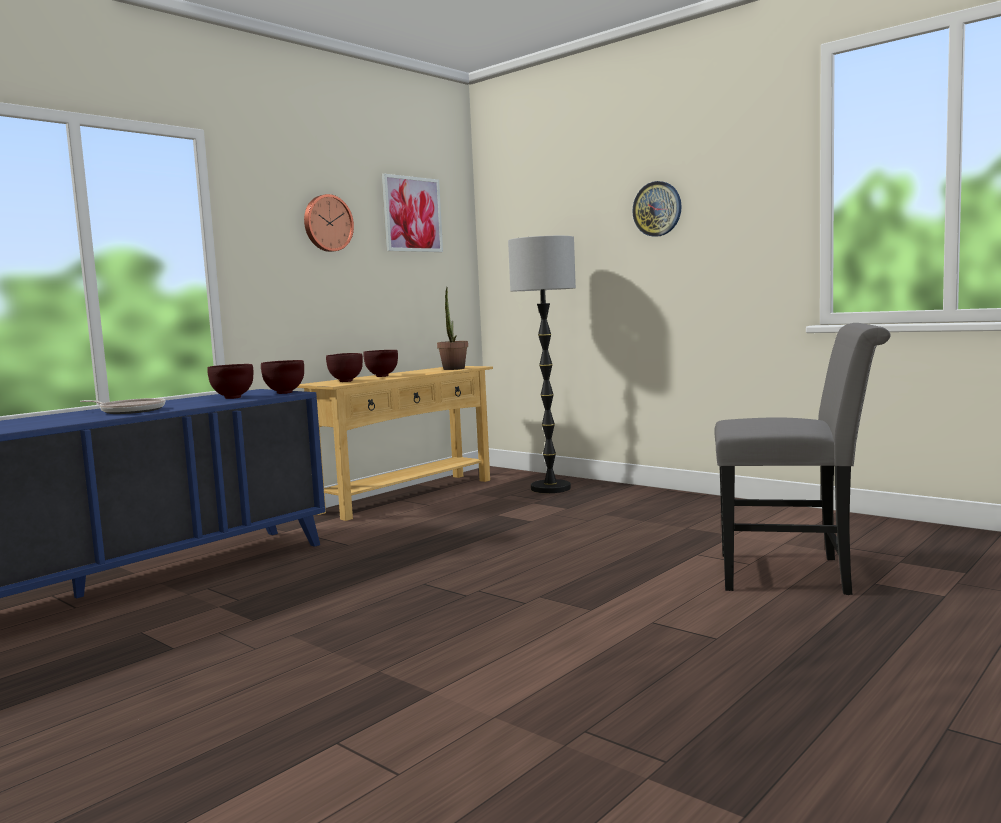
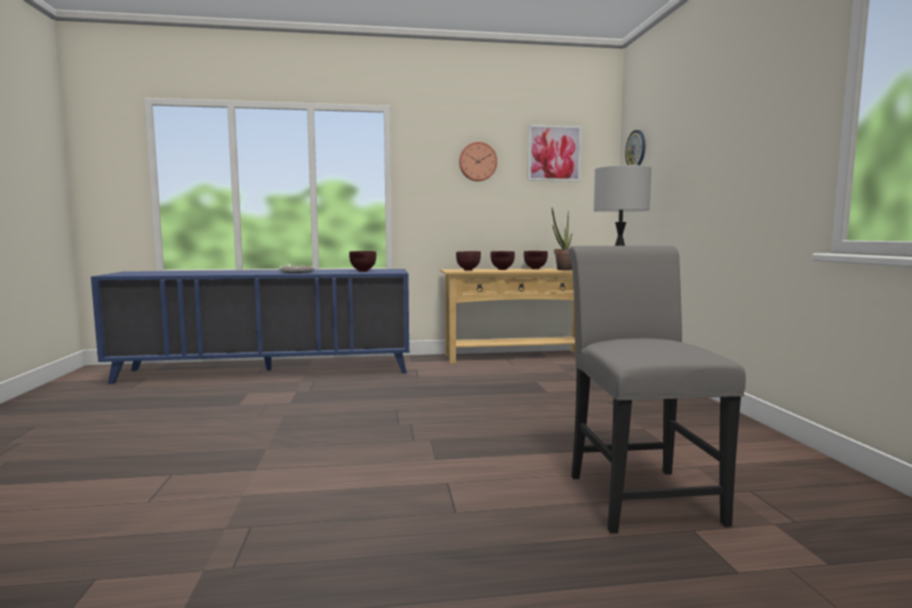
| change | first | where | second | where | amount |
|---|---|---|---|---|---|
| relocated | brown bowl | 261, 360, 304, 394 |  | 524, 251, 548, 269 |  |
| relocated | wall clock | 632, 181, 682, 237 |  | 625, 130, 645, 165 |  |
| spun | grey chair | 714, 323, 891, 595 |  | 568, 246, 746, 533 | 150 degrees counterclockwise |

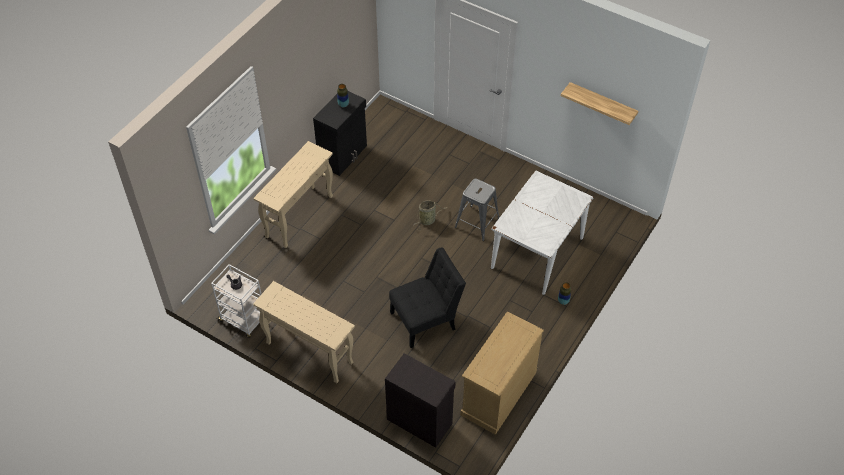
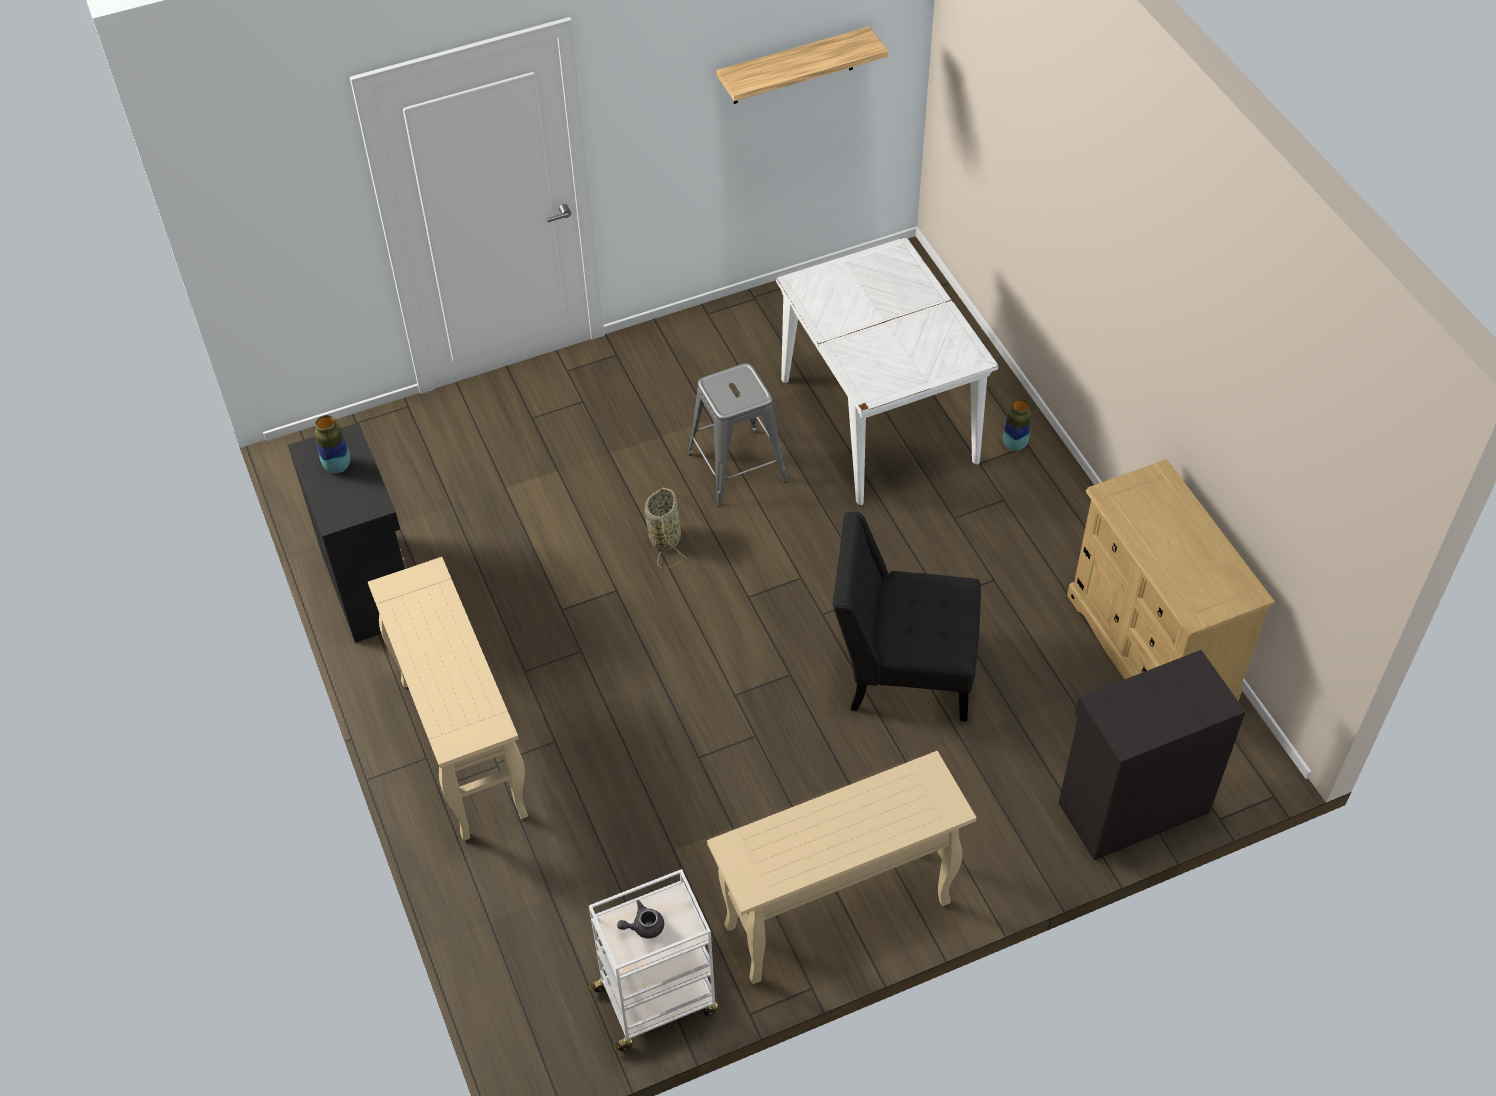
| change | first | where | second | where | amount |
|---|---|---|---|---|---|
| spun | black chair | 389, 247, 466, 348 |  | 833, 512, 981, 722 | 90 degrees counterclockwise |

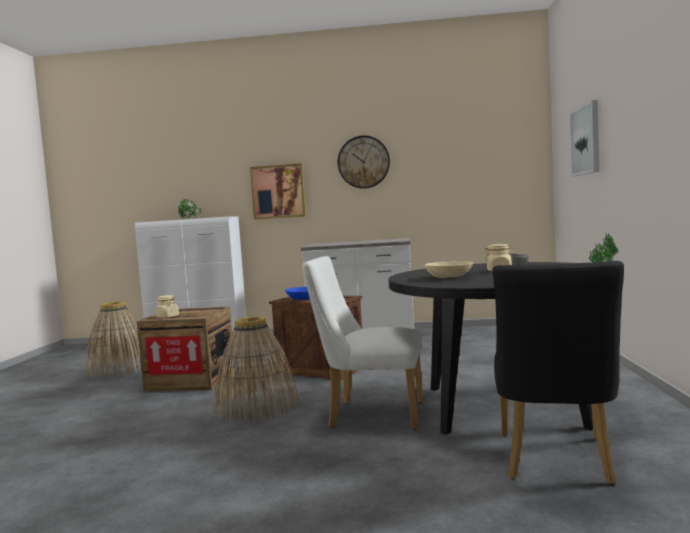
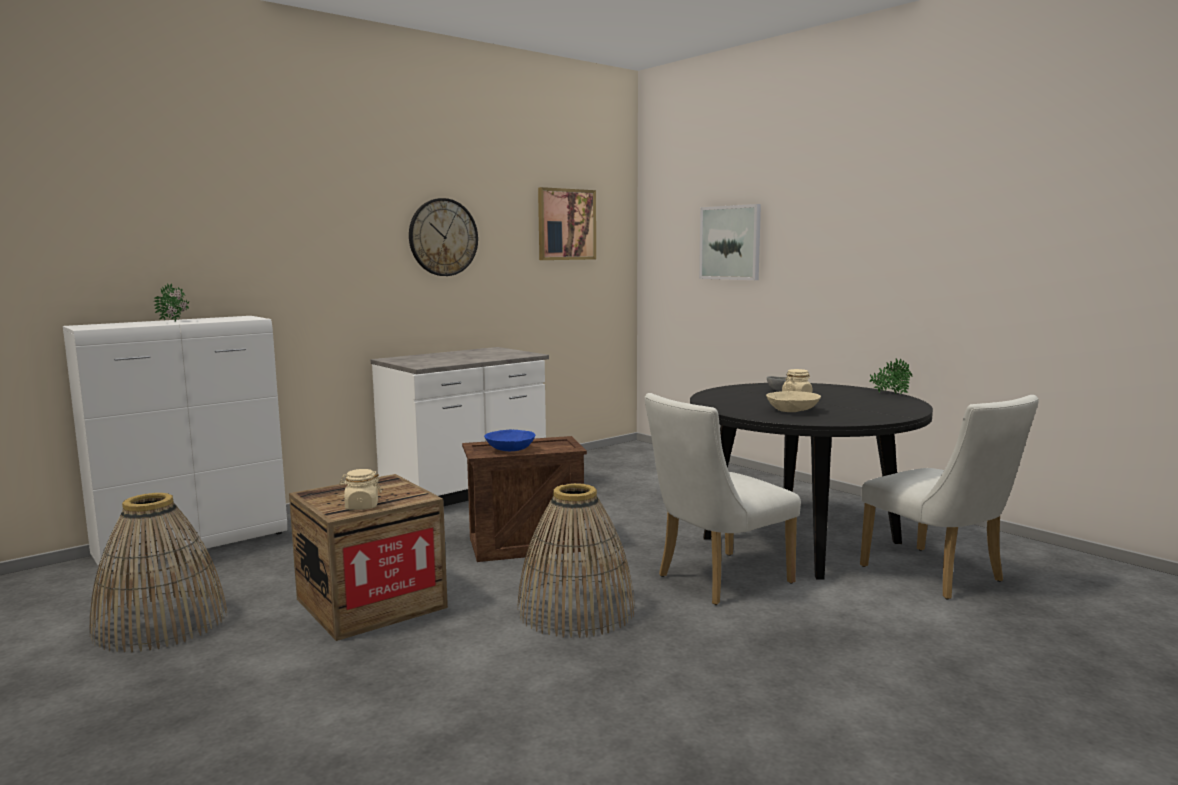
| change | first | where | second | where | amount |
|---|---|---|---|---|---|
| relocated | picture | 250, 163, 306, 220 |  | 538, 187, 596, 260 |  |
| colour | black chair | 492, 261, 624, 485 | white chair | 860, 395, 1039, 600 |  |

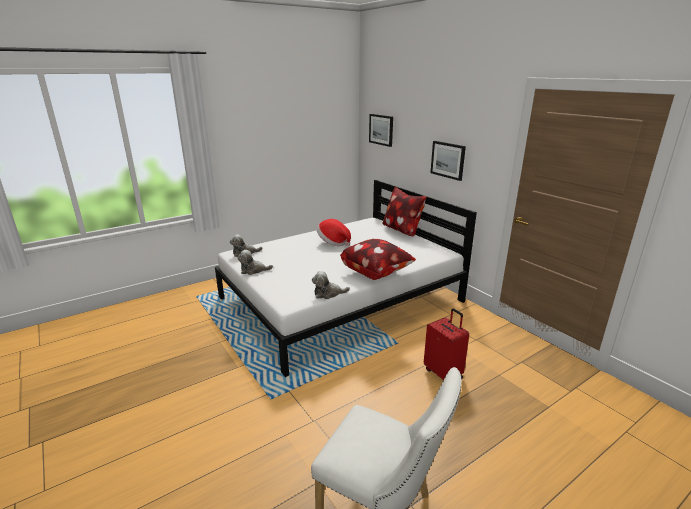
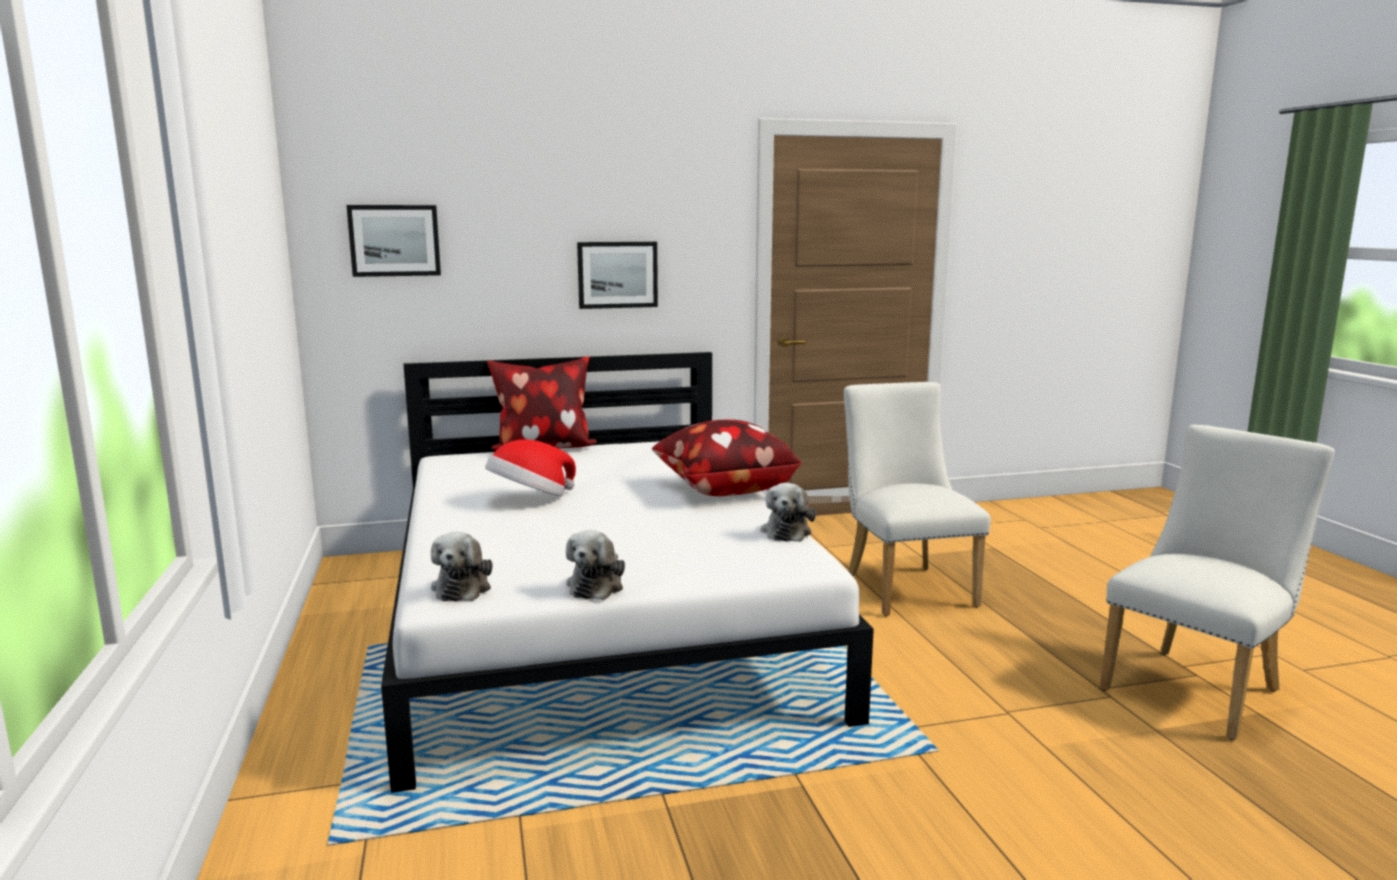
| change | first | where | second | where | amount |
|---|---|---|---|---|---|
| exchanged | red suitcase | 424, 308, 469, 380 | white chair | 844, 382, 991, 616 |  |

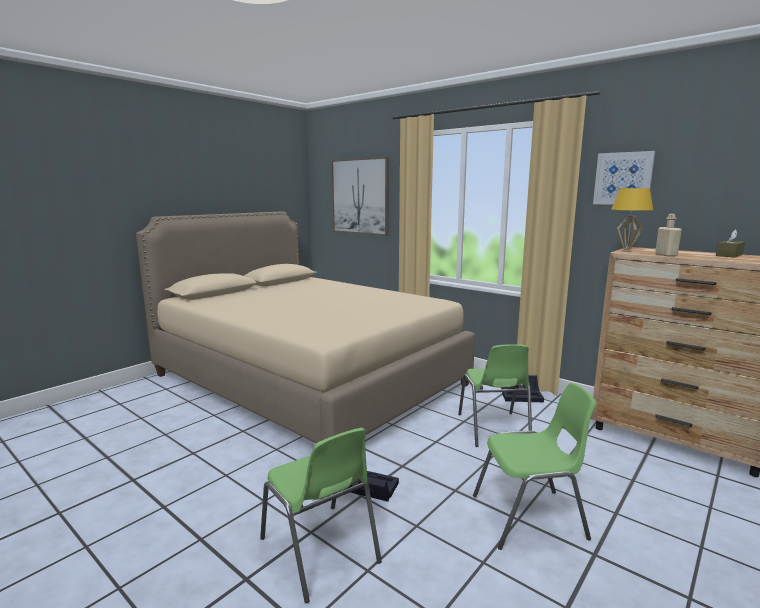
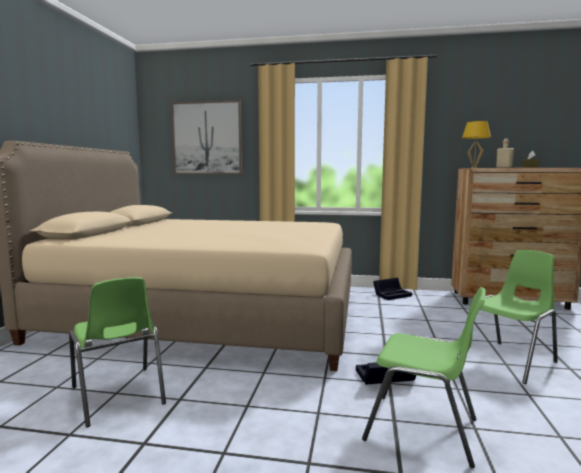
| change | first | where | second | where | amount |
|---|---|---|---|---|---|
| missing | picture | 593, 151, 655, 205 |  |  |  |
| relocated | green chair | 458, 344, 532, 447 |  | 69, 277, 166, 427 |  |

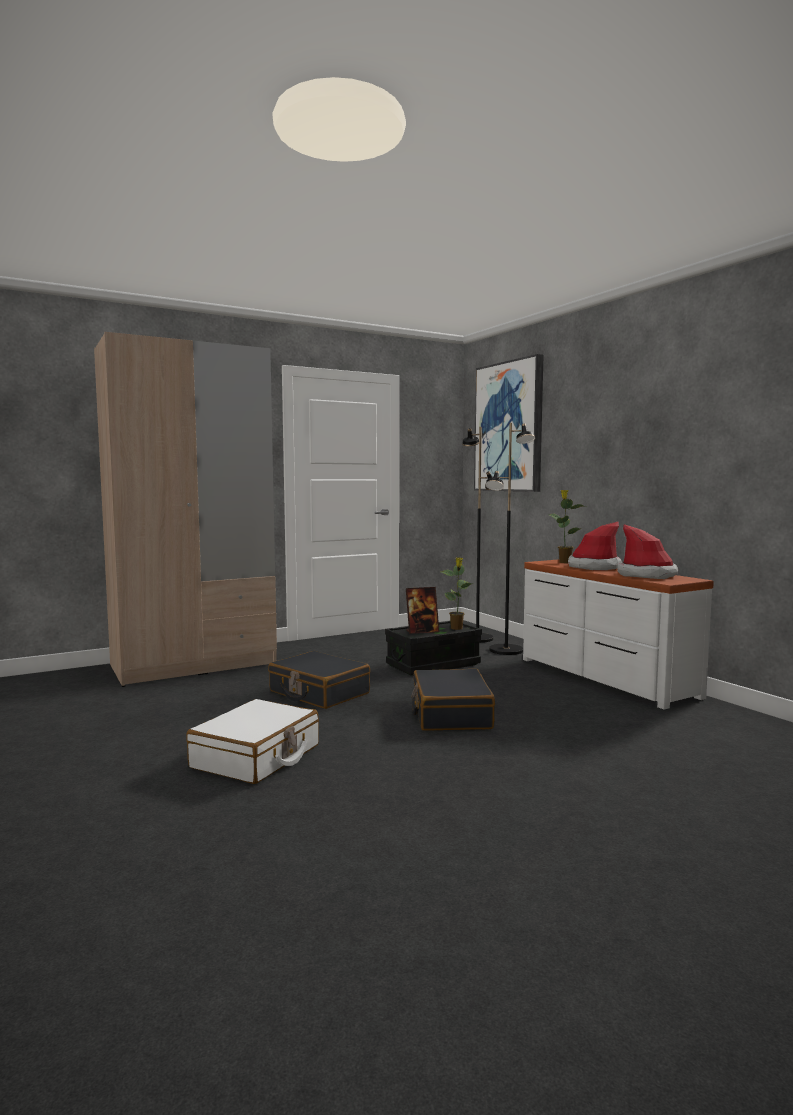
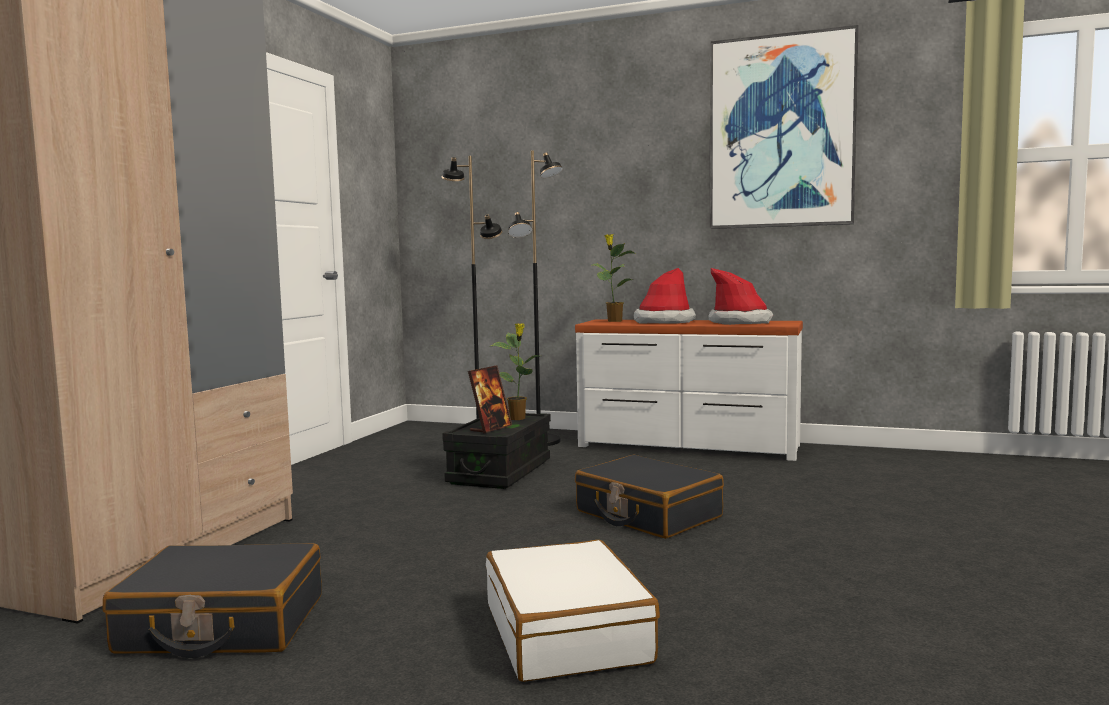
| change | first | where | second | where | amount |
|---|---|---|---|---|---|
| relocated | black suitcase | 268, 651, 370, 709 |  | 103, 543, 322, 658 |  |
| relocated | picture | 474, 354, 544, 492 |  | 710, 25, 859, 229 |  |

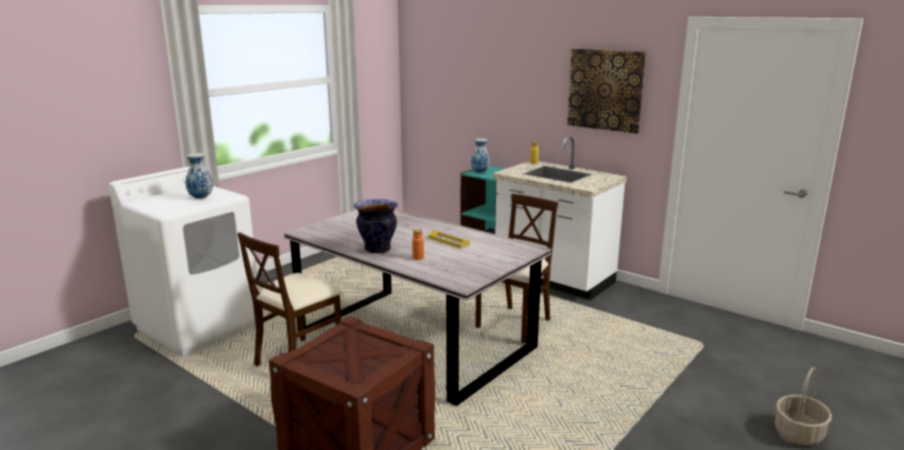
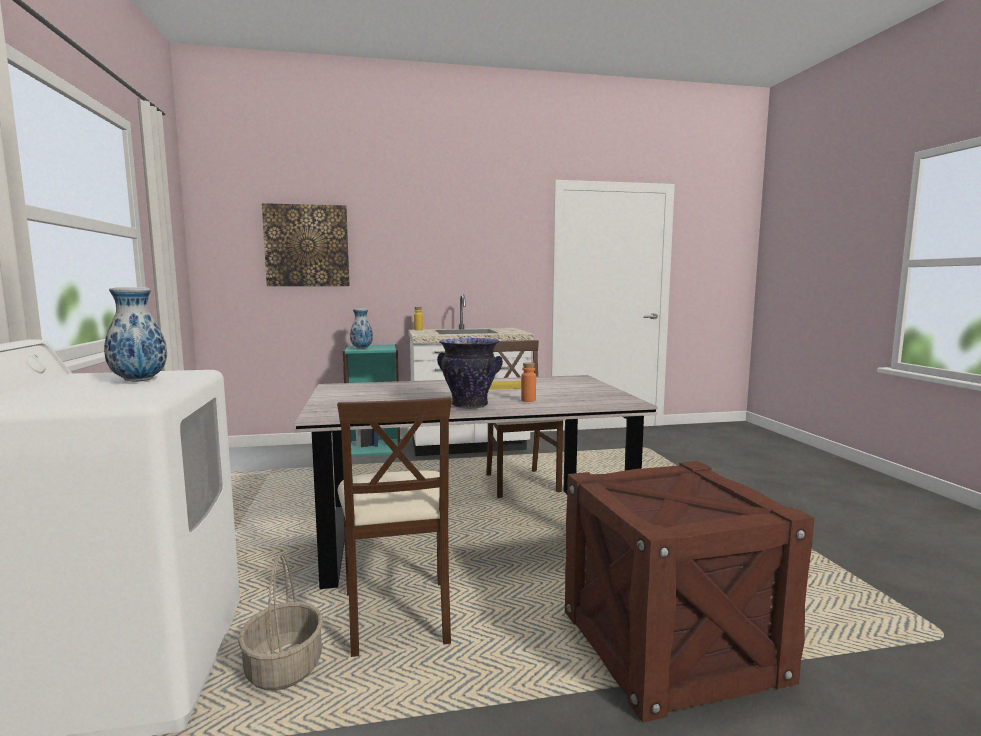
| change | first | where | second | where | amount |
|---|---|---|---|---|---|
| relocated | picture | 567, 49, 647, 134 |  | 262, 203, 350, 286 |  |
| relocated | basket | 775, 367, 832, 445 |  | 238, 553, 323, 690 |  |

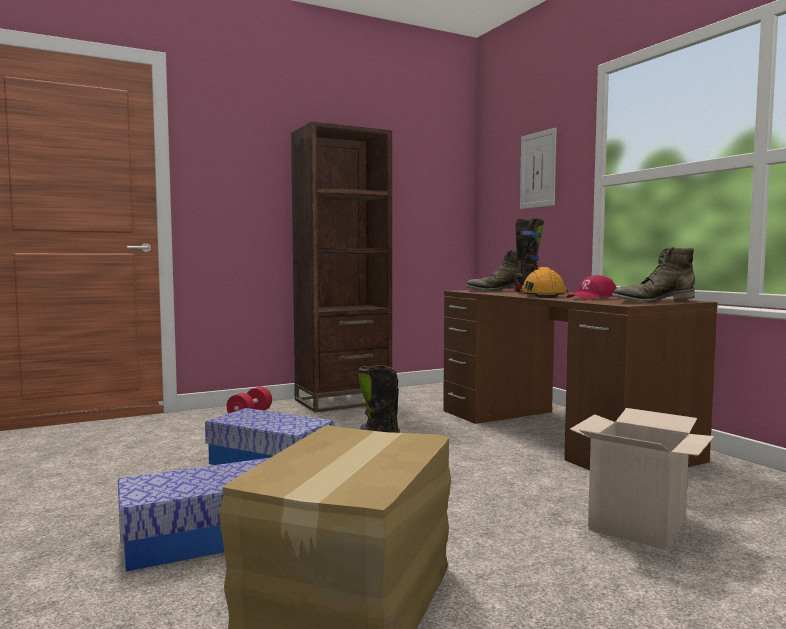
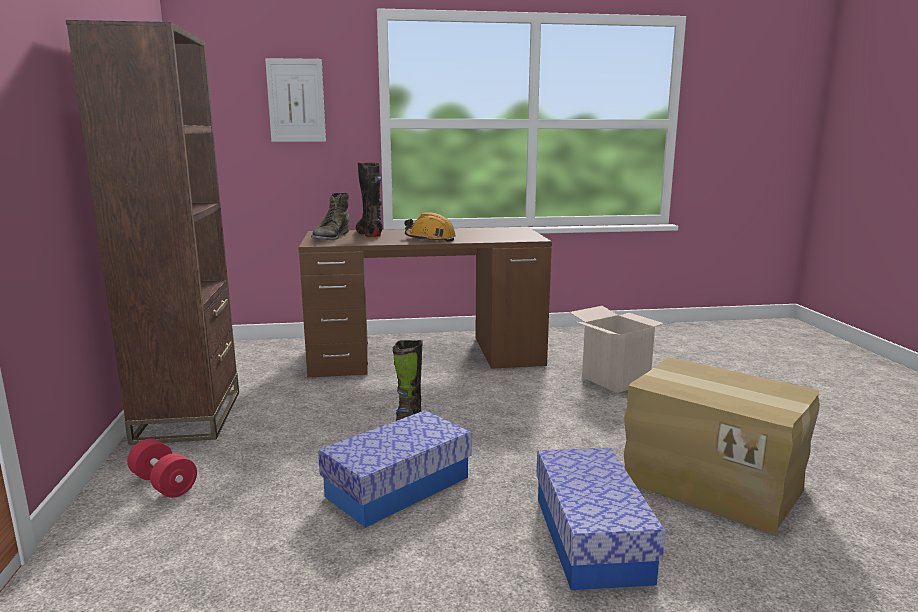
| change | first | where | second | where | amount |
|---|---|---|---|---|---|
| missing | red cap | 567, 275, 617, 300 |  |  |  |
| missing | green boot | 611, 247, 695, 303 |  |  |  |

